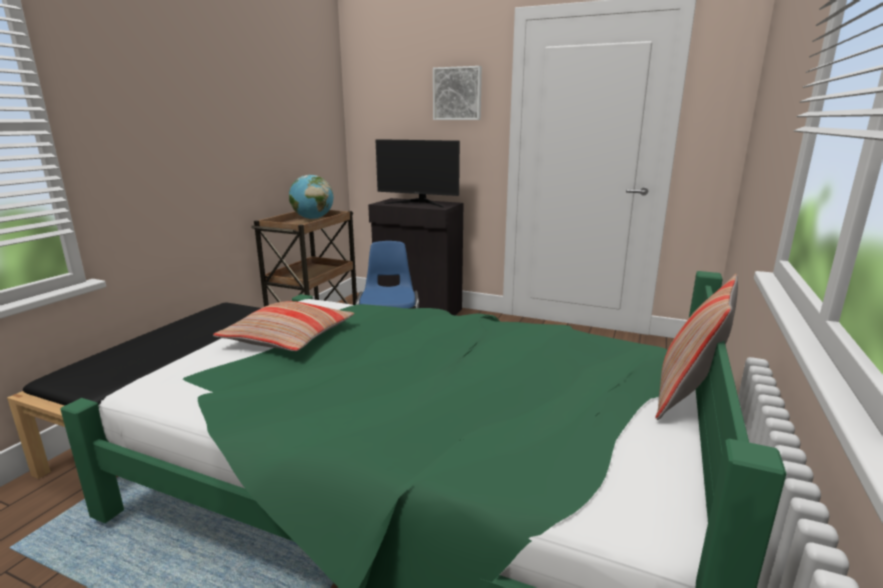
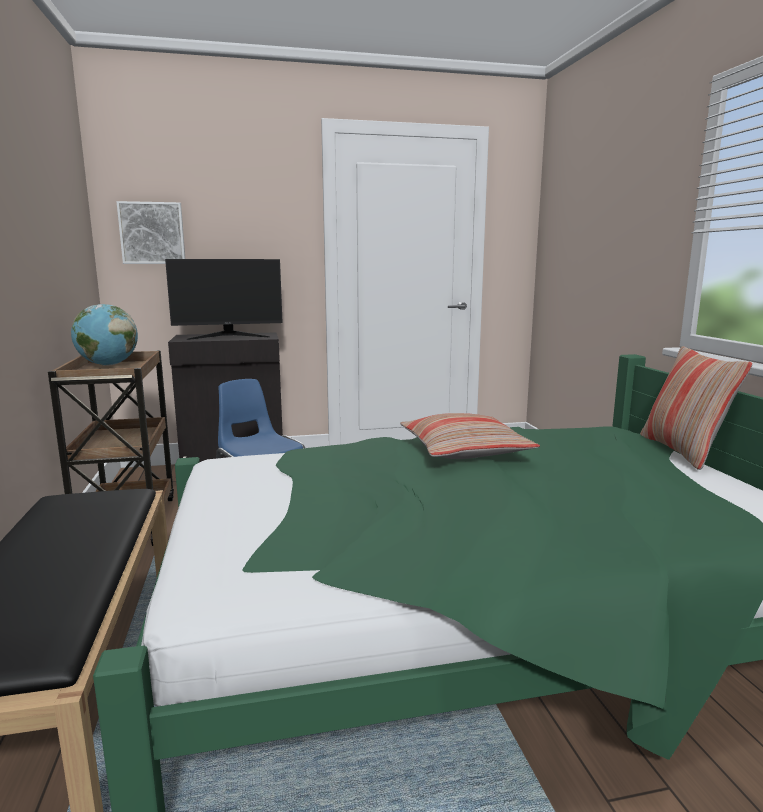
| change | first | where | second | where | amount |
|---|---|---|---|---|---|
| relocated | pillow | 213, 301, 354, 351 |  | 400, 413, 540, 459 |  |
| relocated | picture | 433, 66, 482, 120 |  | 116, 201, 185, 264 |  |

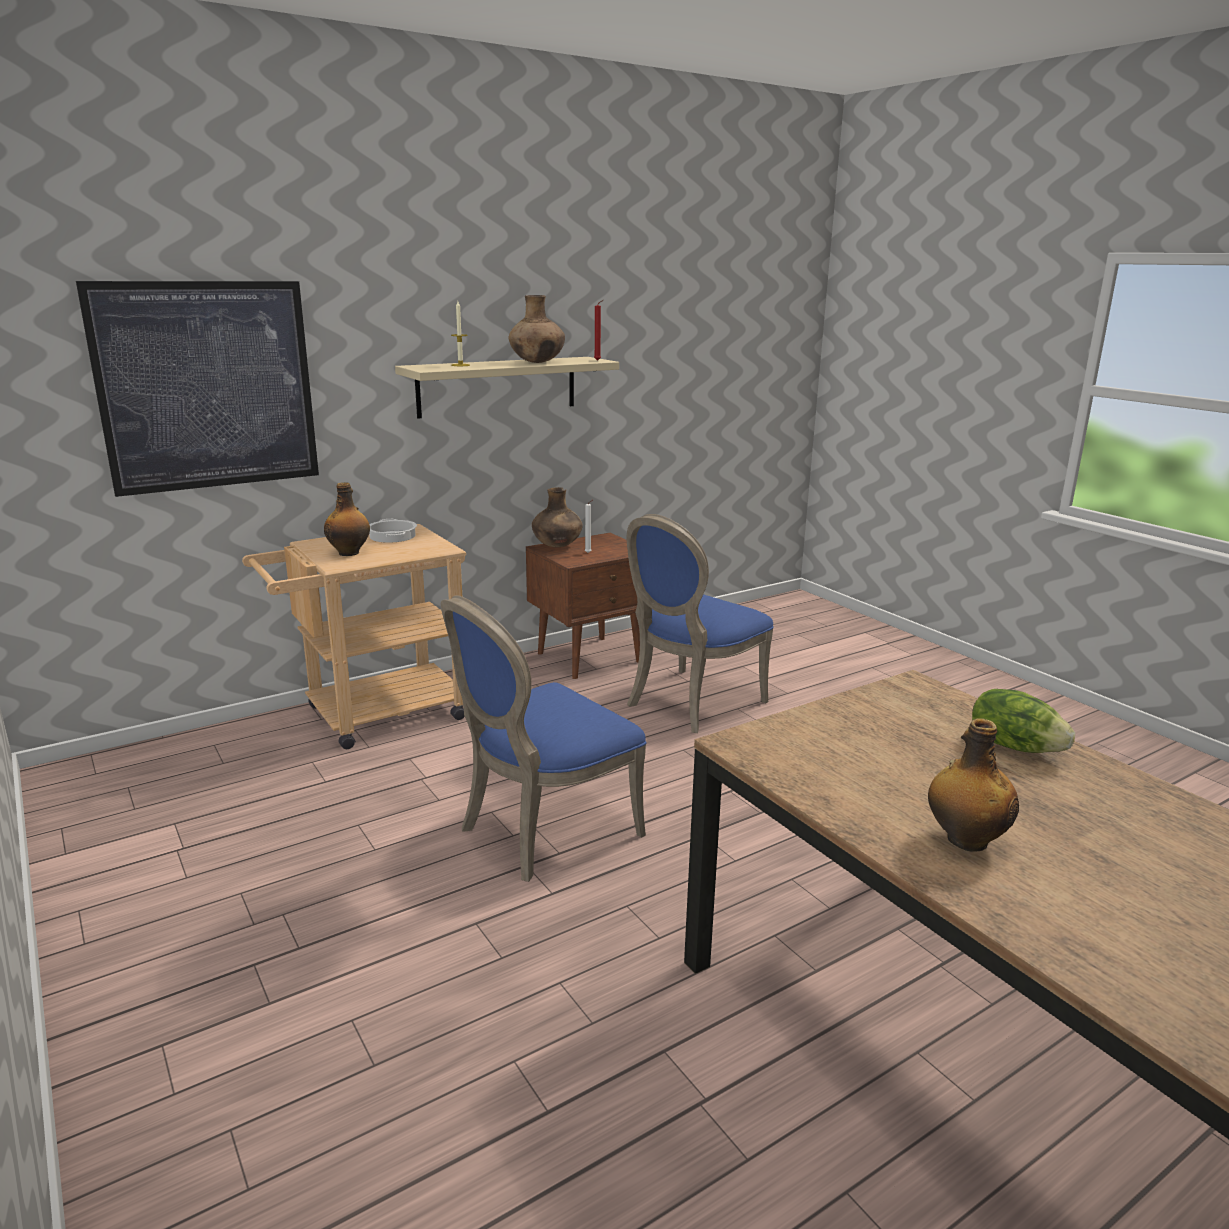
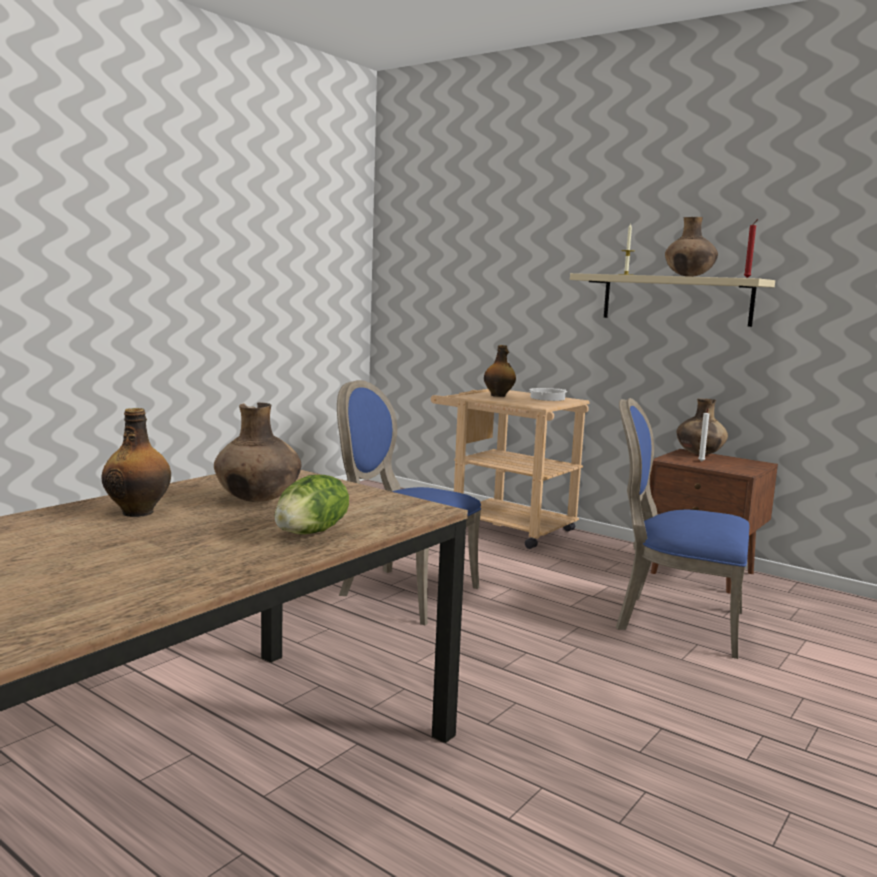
| change | first | where | second | where | amount |
|---|---|---|---|---|---|
| missing | picture | 76, 281, 319, 497 |  |  |  |
| appeared |  |  | brown vase | 214, 402, 302, 502 |  |

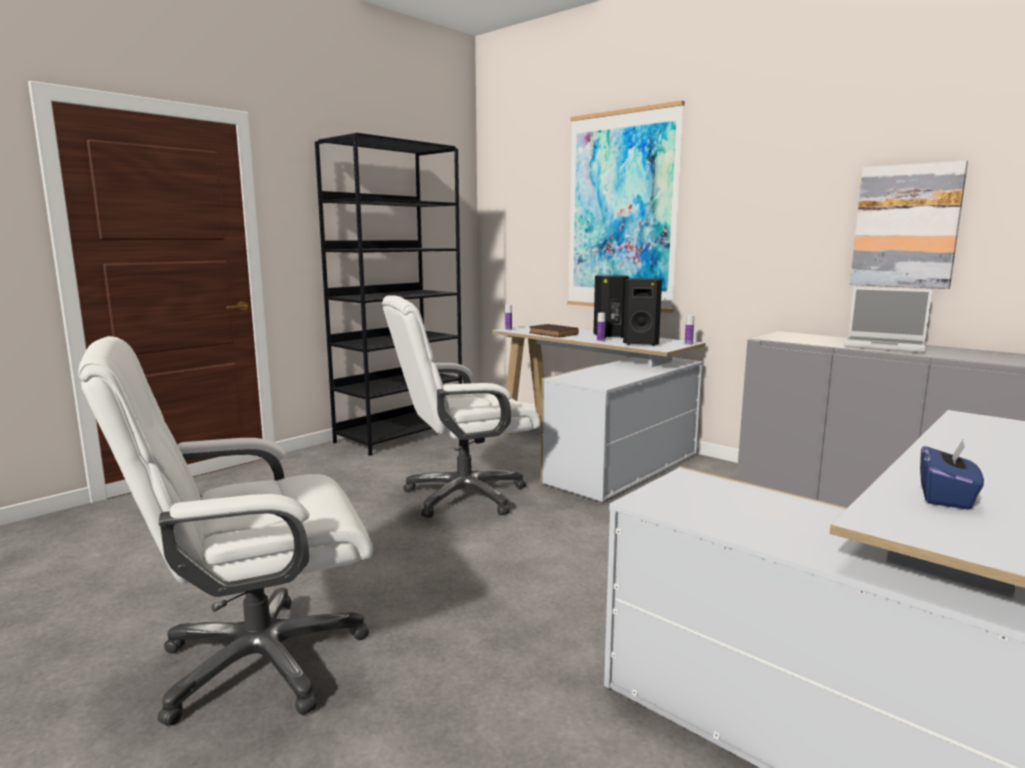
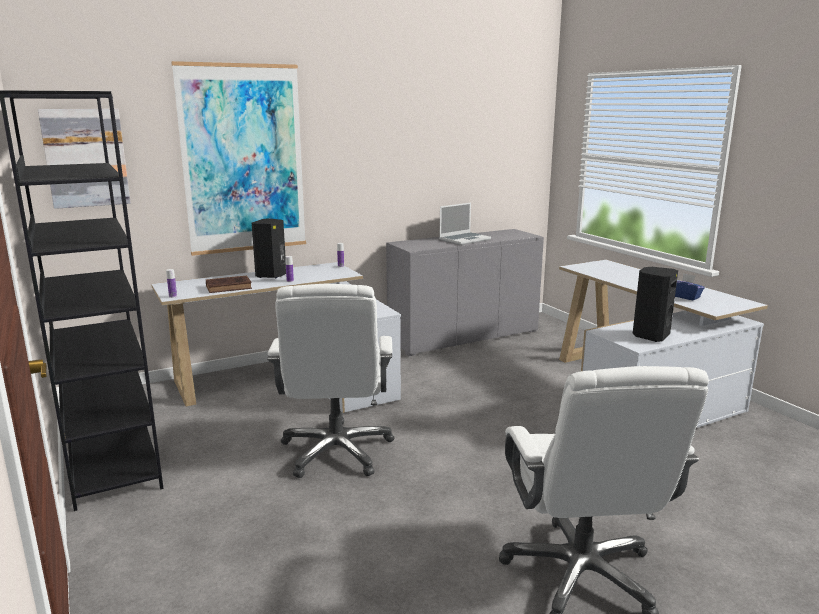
| change | first | where | second | where | amount |
|---|---|---|---|---|---|
| relocated | black speaker | 623, 278, 662, 346 |  | 633, 267, 678, 342 |  |
| relocated | picture | 850, 160, 968, 289 |  | 38, 109, 131, 209 |  |

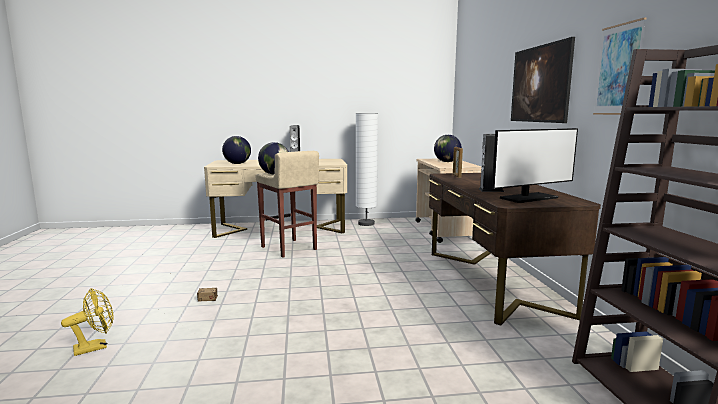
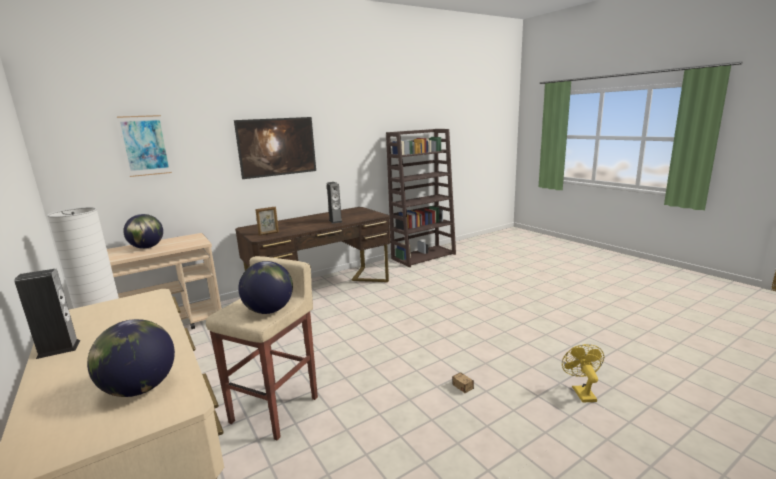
| change | first | where | second | where | amount |
|---|---|---|---|---|---|
| missing | monitor | 492, 128, 578, 203 |  |  |  |
| relocated | picture | 593, 17, 647, 115 |  | 117, 115, 172, 177 |  |
| spun | yellow fan | 61, 288, 113, 356 |  | 562, 344, 604, 403 | 60 degrees clockwise |

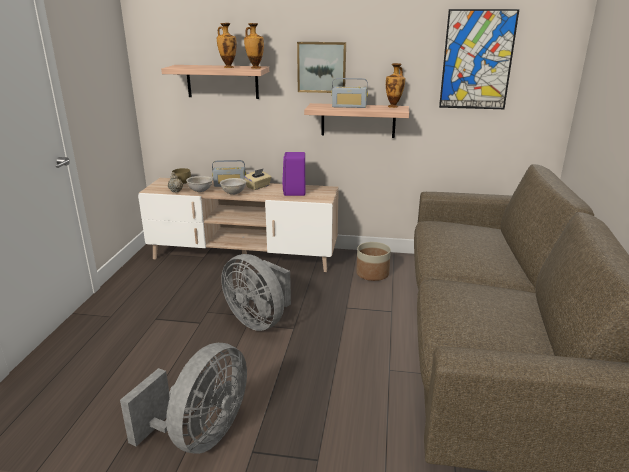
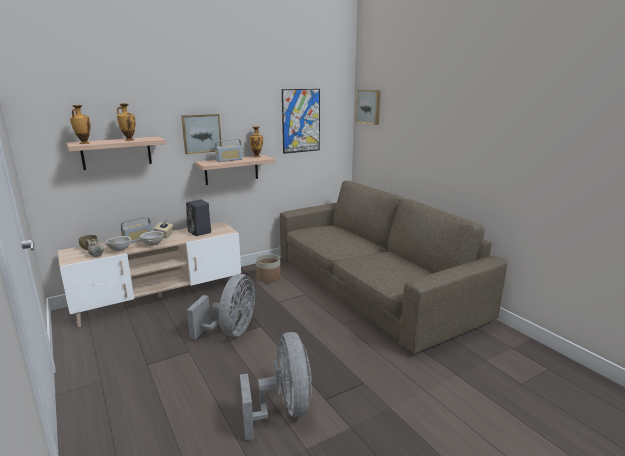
| change | first | where | second | where | amount |
|---|---|---|---|---|---|
| appeared |  |  | picture | 356, 90, 381, 125 |  |
| relocated | vase | 244, 23, 264, 69 |  | 70, 105, 90, 144 |  |
| colour | purple speaker | 283, 152, 306, 196 | black speaker | 186, 200, 211, 236 |  |
| spun | grey fan | 221, 254, 291, 331 |  | 187, 274, 255, 340 | 75 degrees counterclockwise |

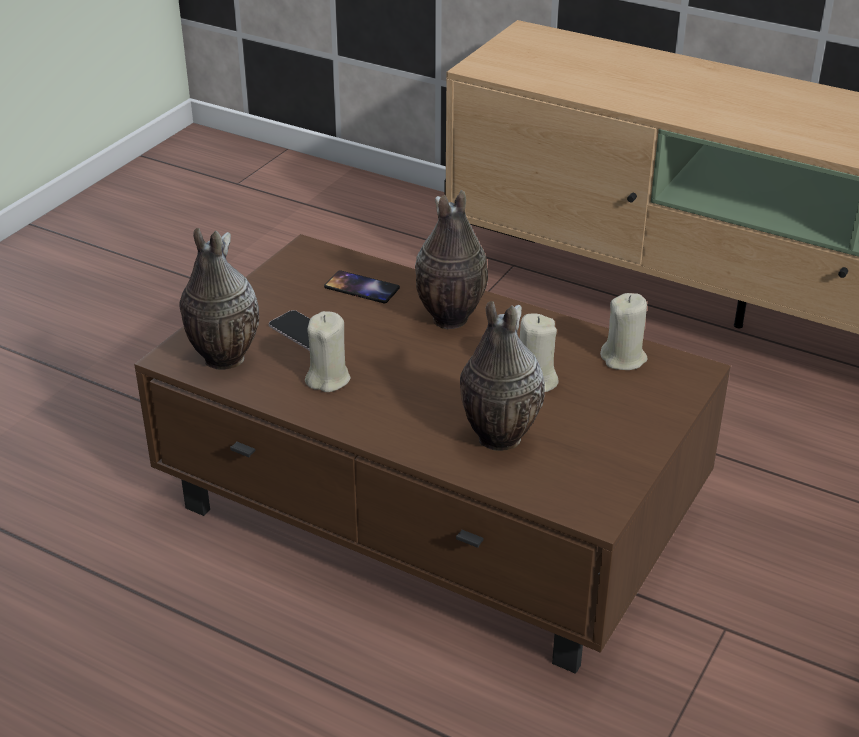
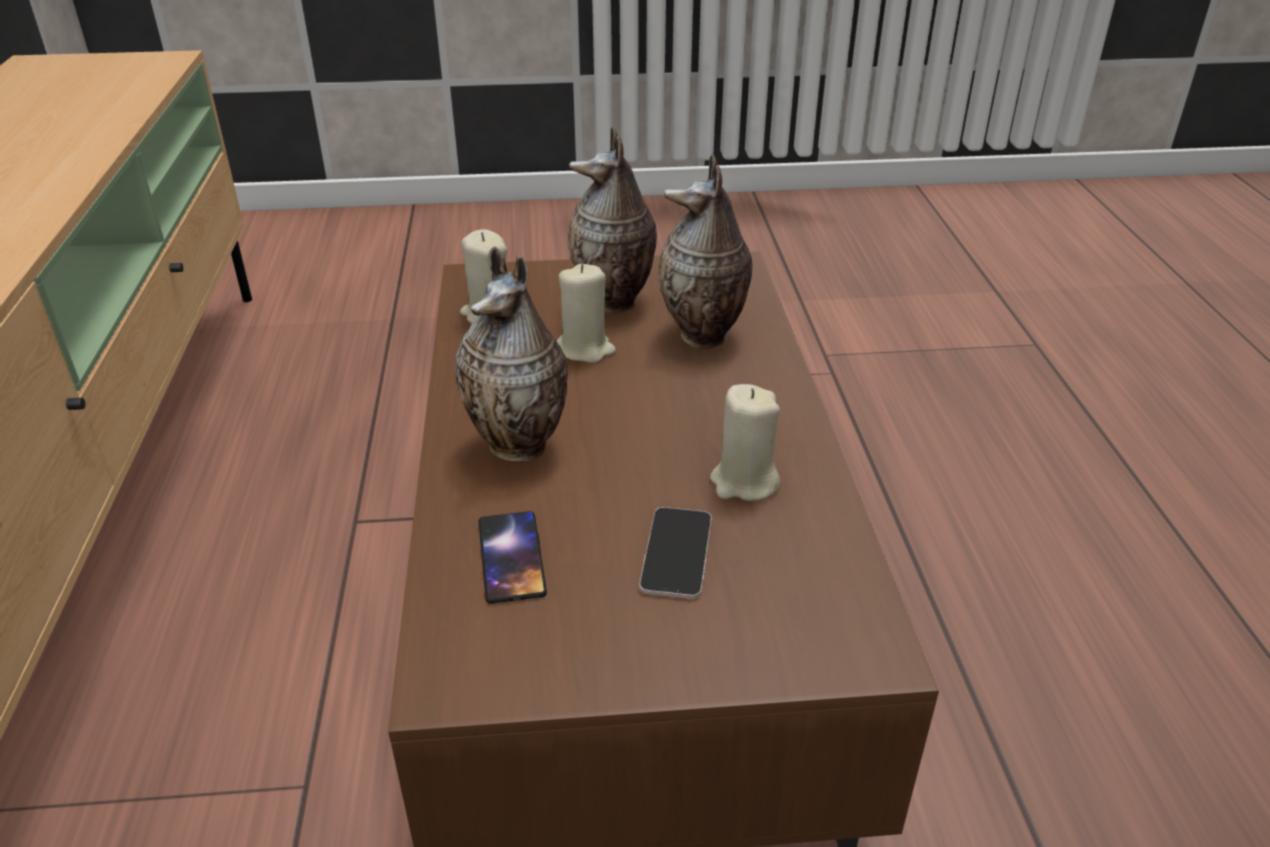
| change | first | where | second | where | amount |
|---|---|---|---|---|---|
| relocated | vase | 179, 228, 259, 370 |  | 568, 126, 657, 313 |  |

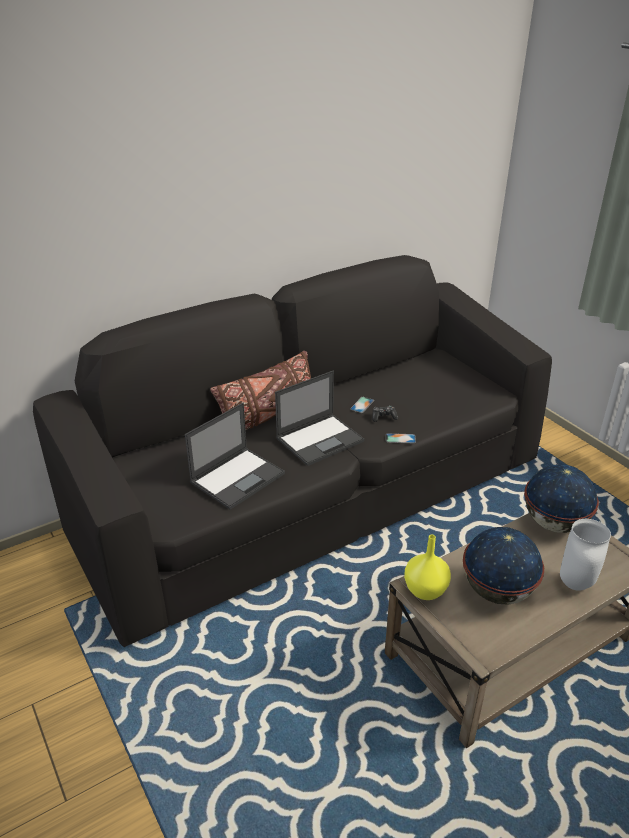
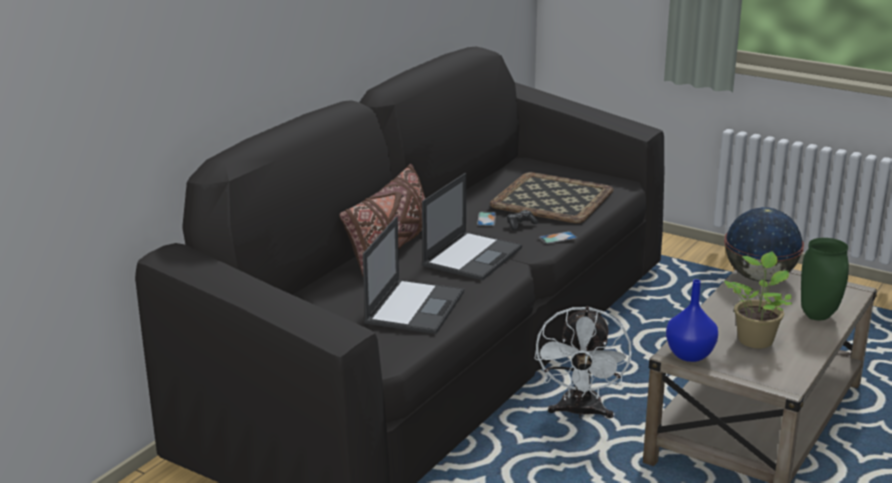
| change | first | where | second | where | amount |
|---|---|---|---|---|---|
| appeared |  |  | tray | 490, 172, 614, 223 |  |
| appeared |  |  | white fan | 534, 306, 632, 418 |  |
| exchanged | globe | 463, 527, 544, 605 | potted plant | 724, 251, 792, 349 |  |
| colour | yellow vase | 404, 534, 451, 600 | blue vase | 666, 279, 718, 362 |  |
| colour | white vase | 560, 519, 611, 591 | green vase | 801, 238, 849, 320 |  |

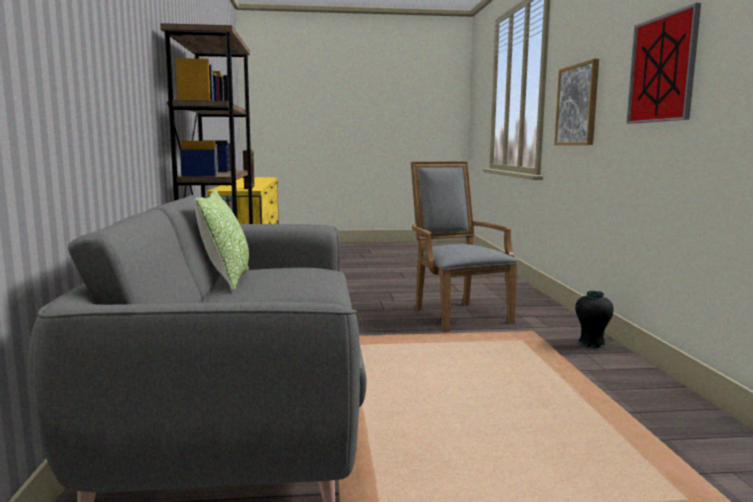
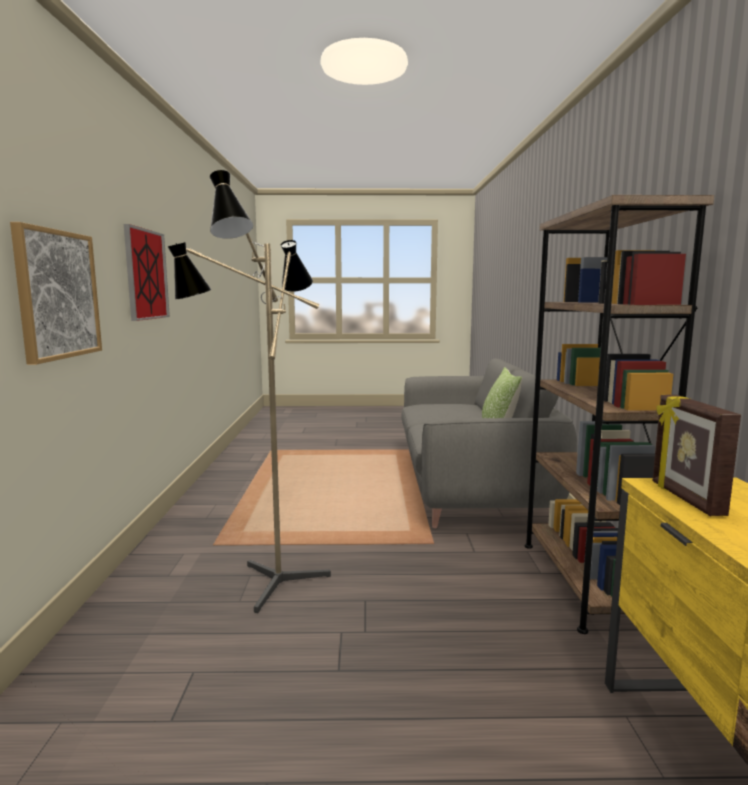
| change | first | where | second | where | amount |
|---|---|---|---|---|---|
| missing | black vase | 575, 291, 614, 348 |  |  |  |
| exchanged | grey armchair | 411, 161, 518, 332 | floor lamp | 168, 170, 331, 613 |  |

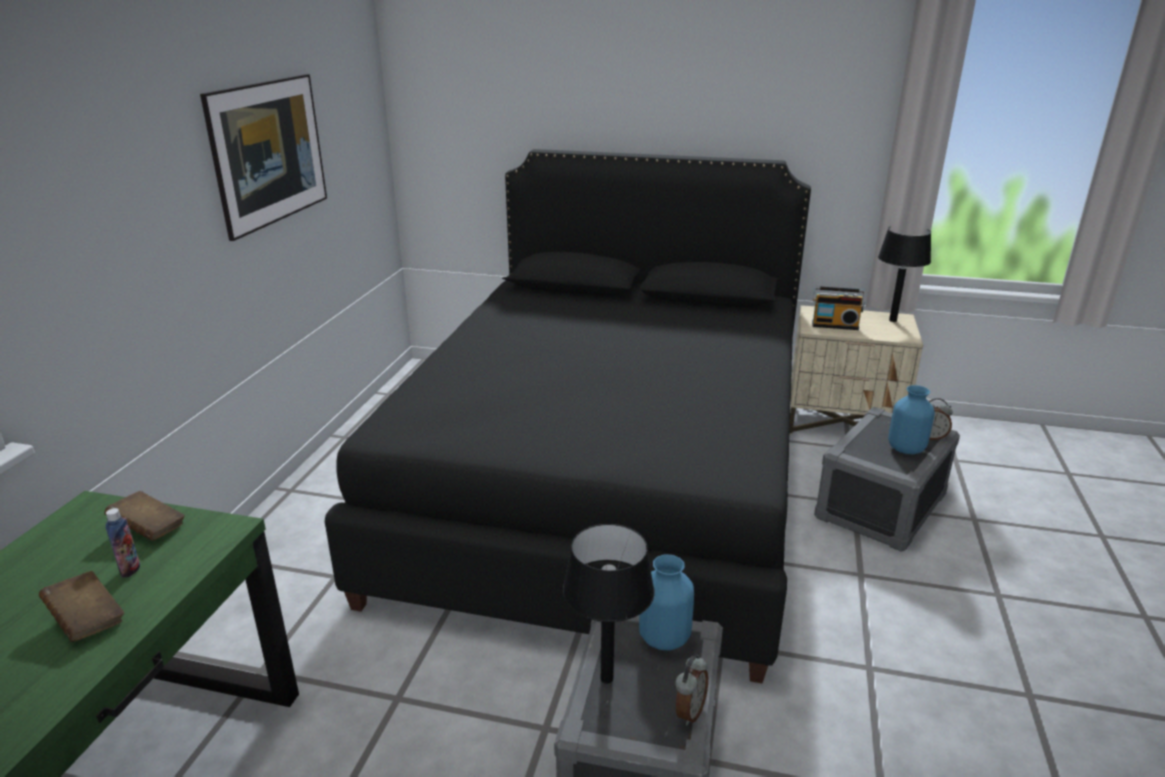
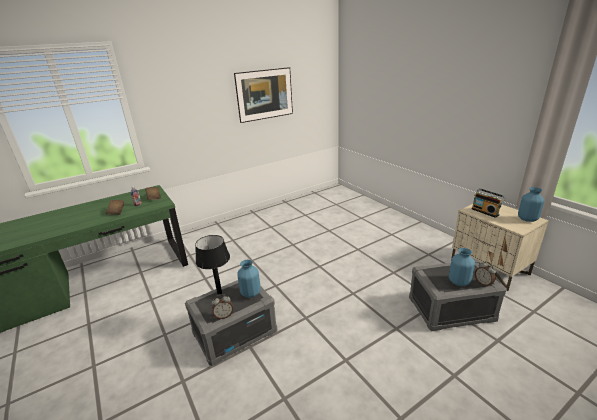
| change | first | where | second | where | amount |
|---|---|---|---|---|---|
| missing | black bed | 325, 149, 811, 684 |  |  |  |
| exchanged | black table lamp | 878, 226, 931, 322 | blue vase | 518, 187, 544, 222 |  |

